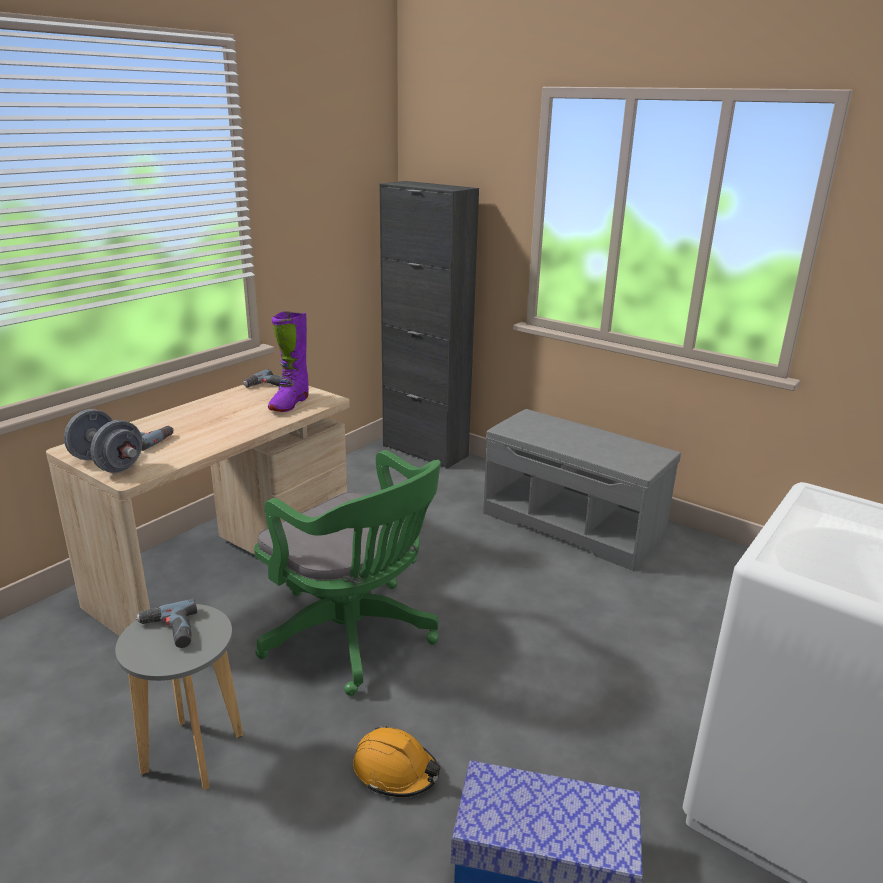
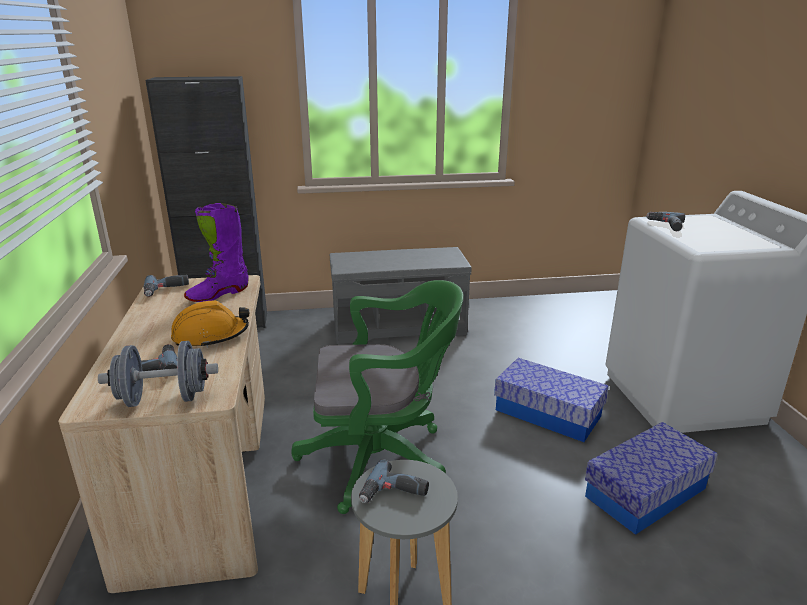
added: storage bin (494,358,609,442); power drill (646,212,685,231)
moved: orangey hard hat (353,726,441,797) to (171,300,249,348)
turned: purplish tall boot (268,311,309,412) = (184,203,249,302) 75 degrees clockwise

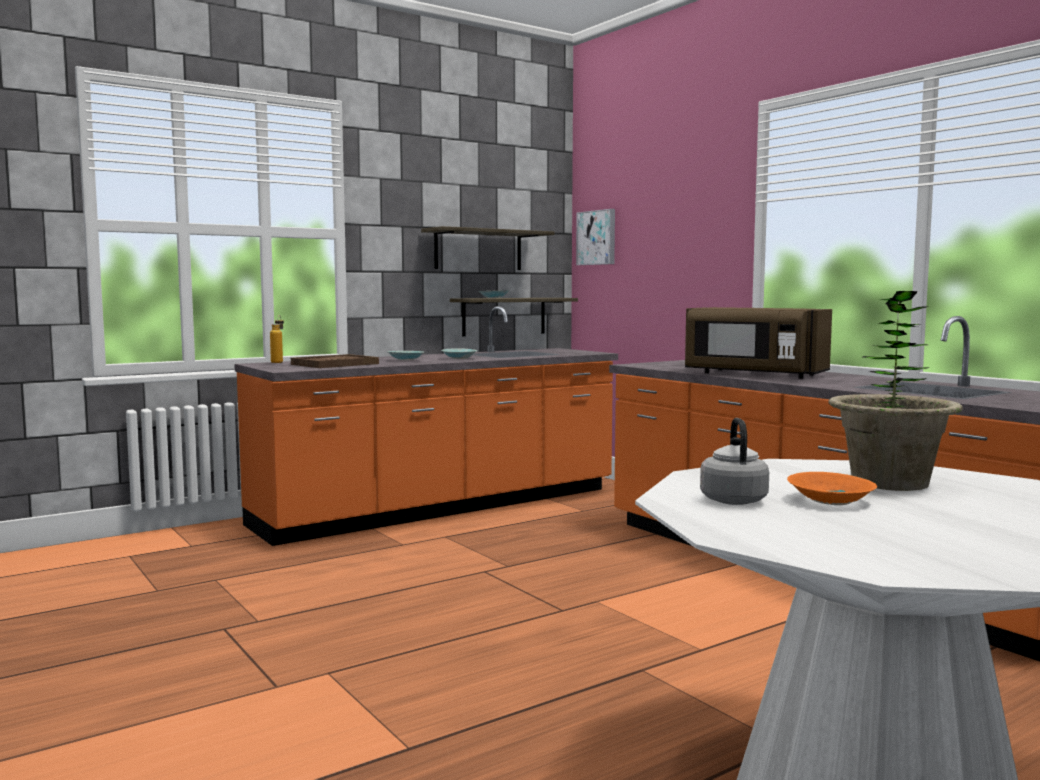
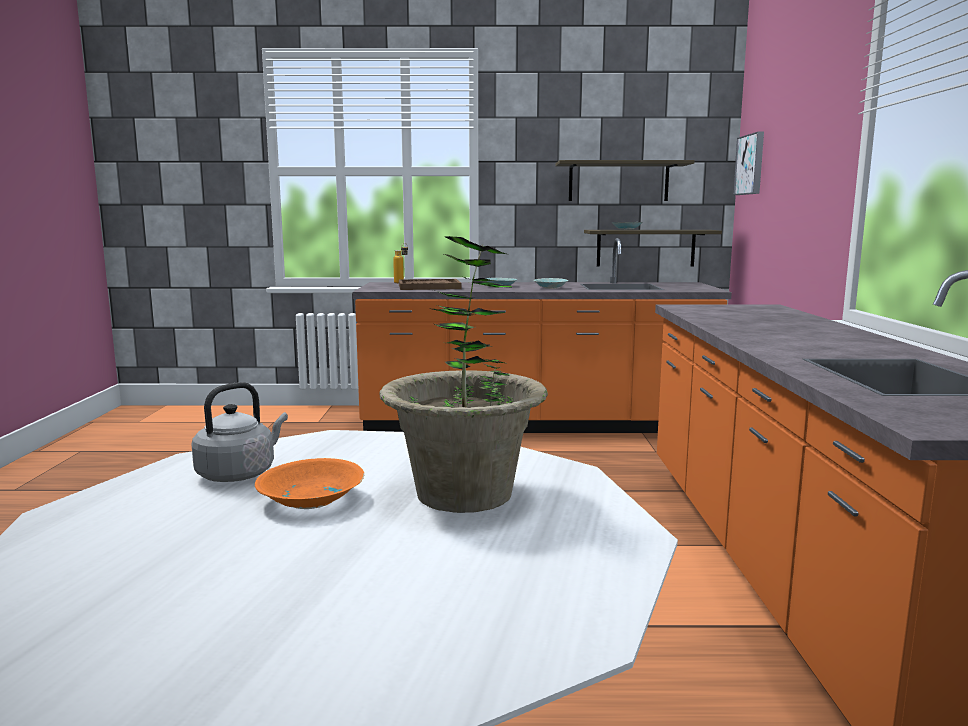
removed: brownish microwave (685,307,832,379)

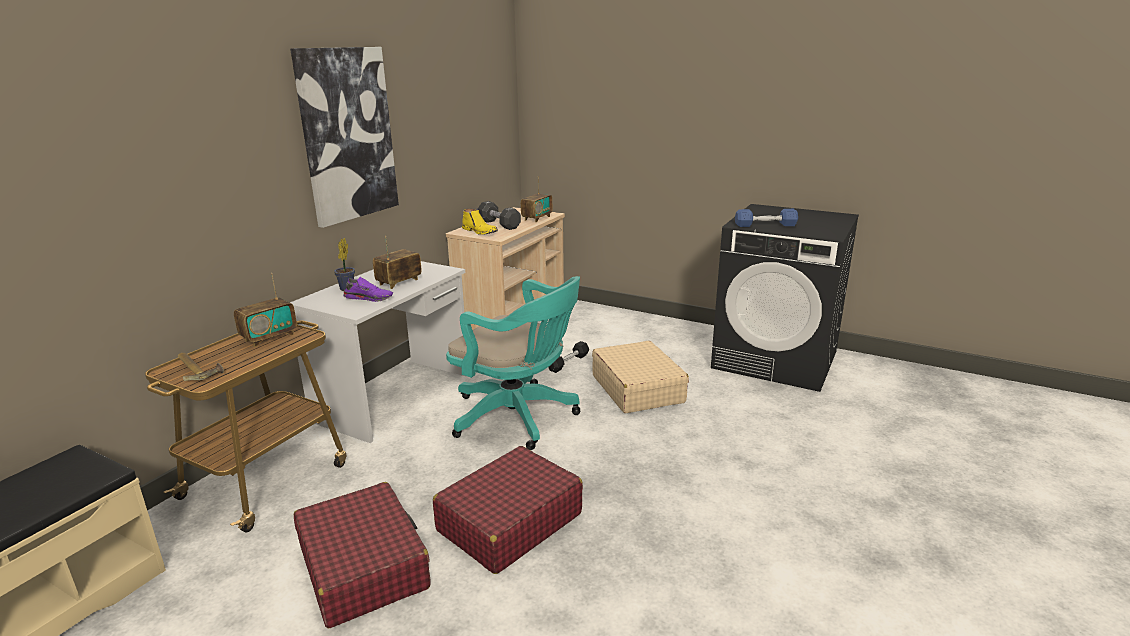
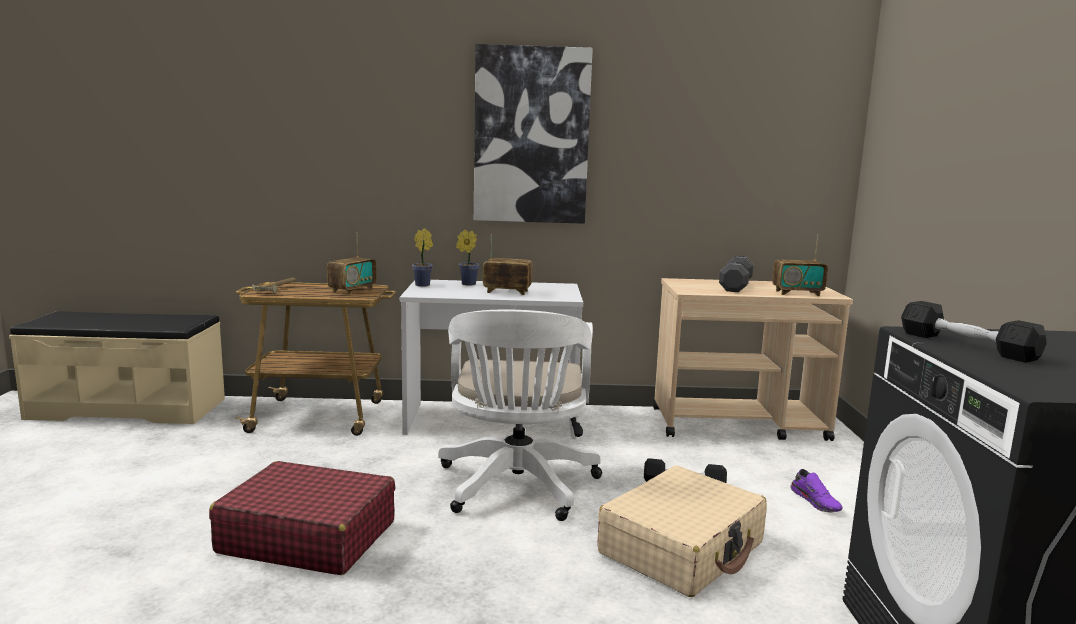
removed: red-coloured suitcase (294,482,430,628); yellowish tall boot (462,209,498,235)
added: potted plant (412,228,433,287)
moved: purplish low shoe (343,277,393,302) to (790,469,843,513)
recoloured: blue-green office chair (446,276,581,450) to white-coloured office chair (438,309,602,521); blue hand weight (735,209,798,227) to blackish hand weight (901,301,1047,363)
turned: radio receiver (234,273,297,347) = (327,232,377,295) 75 degrees counterclockwise

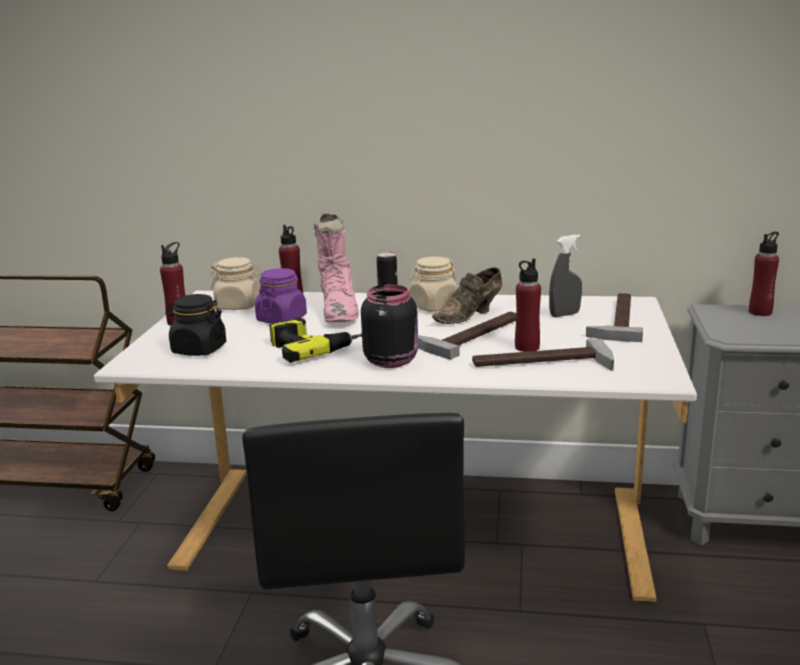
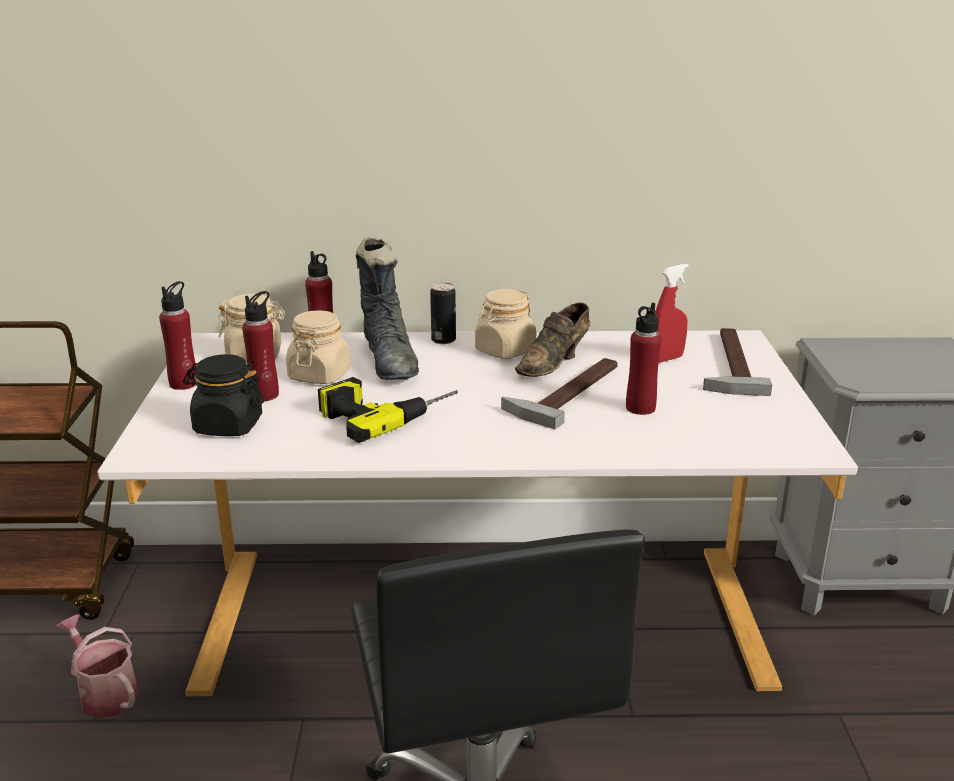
removed: blackish jar (361,284,418,368); hammer (472,339,614,371)
added: watering pot (56,614,139,718)
moved: red-coloured bottle (749,232,779,316) to (242,291,279,401)
recoloured: purplish jar (255,268,307,324) to sand-coloured jar (286,310,351,384); pink tall boot (314,213,359,322) to blackish tall boot (356,237,419,380); grey hand sprayer (549,235,582,317) to red-coloured hand sprayer (655,264,689,363)

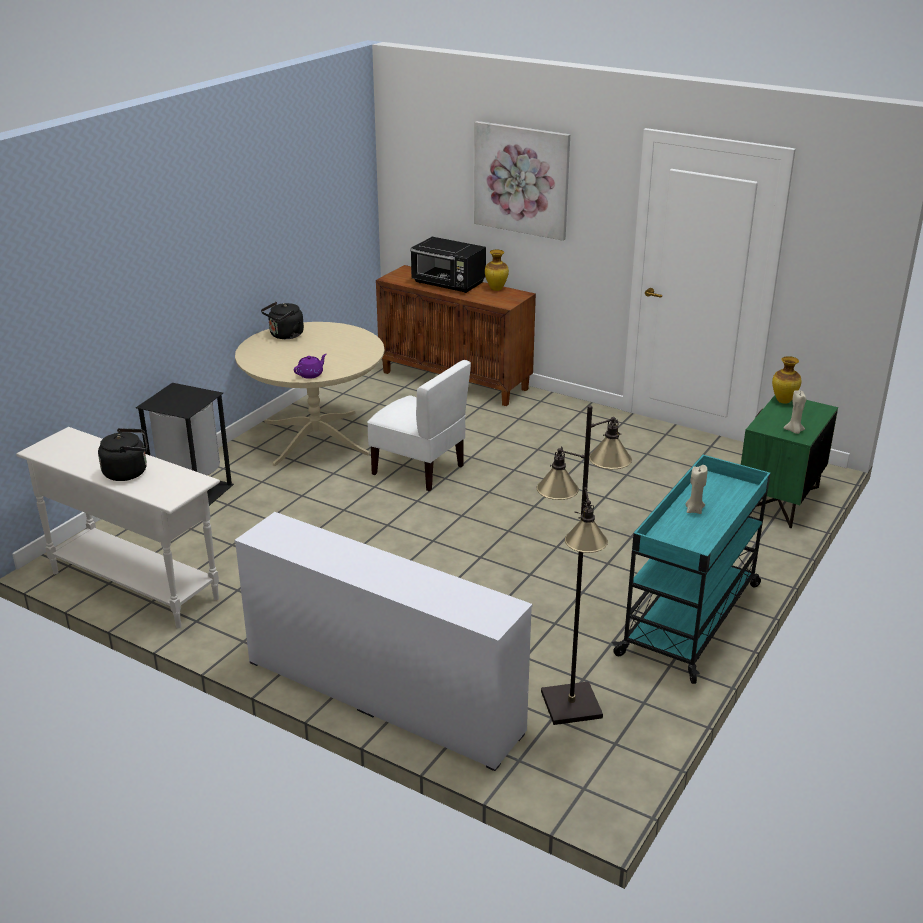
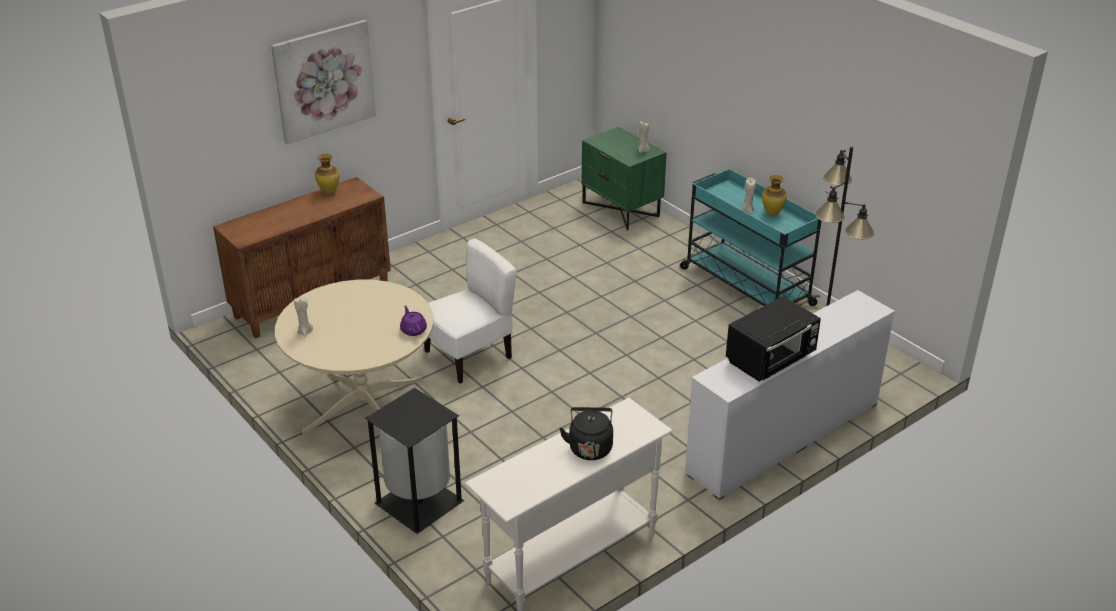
moved: blackish microwave (410,237,486,293) to (726,296,821,381); flower vase (772,356,802,404) to (762,175,787,216)
replaced: blackish water kettle (261,302,304,339) to sand-coloured wax light (294,297,313,337)

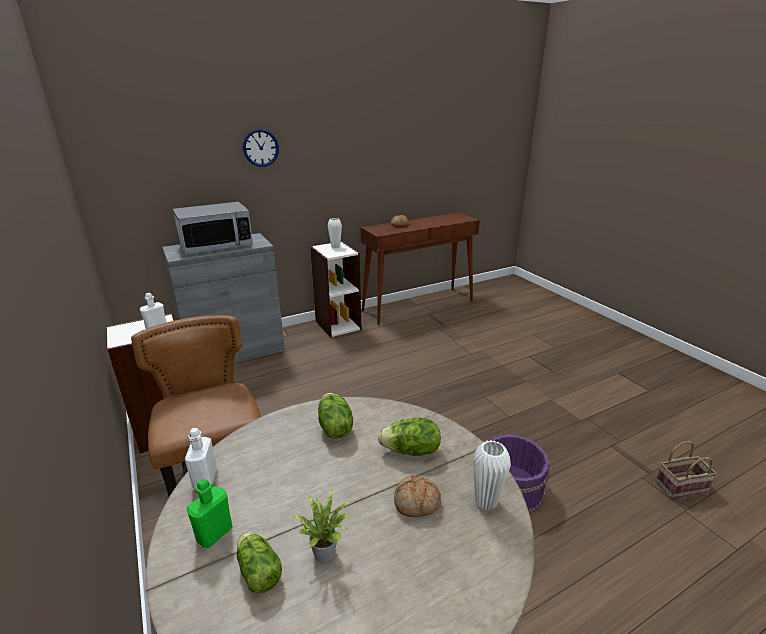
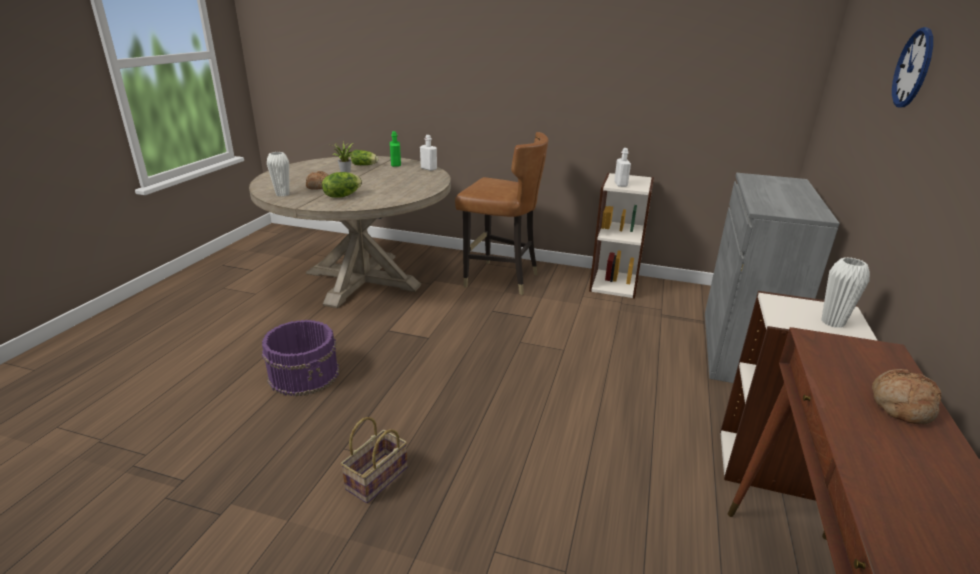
removed: microwave (173,202,253,255); lettuce head (318,393,353,439)
moved: storage basket (655,441,717,499) to (341,417,408,503)

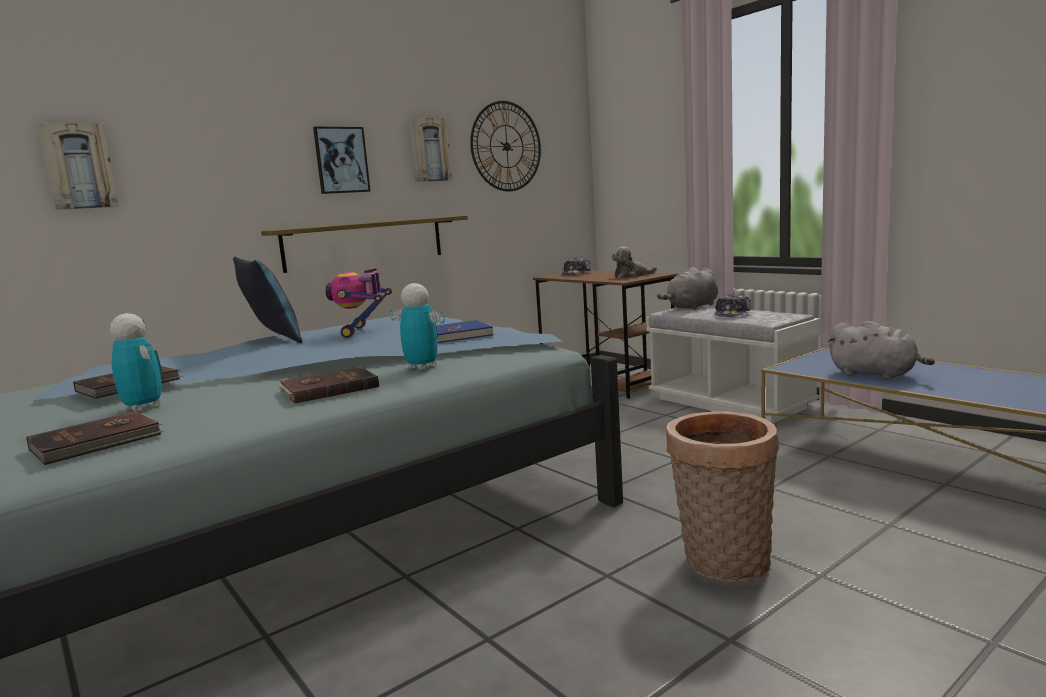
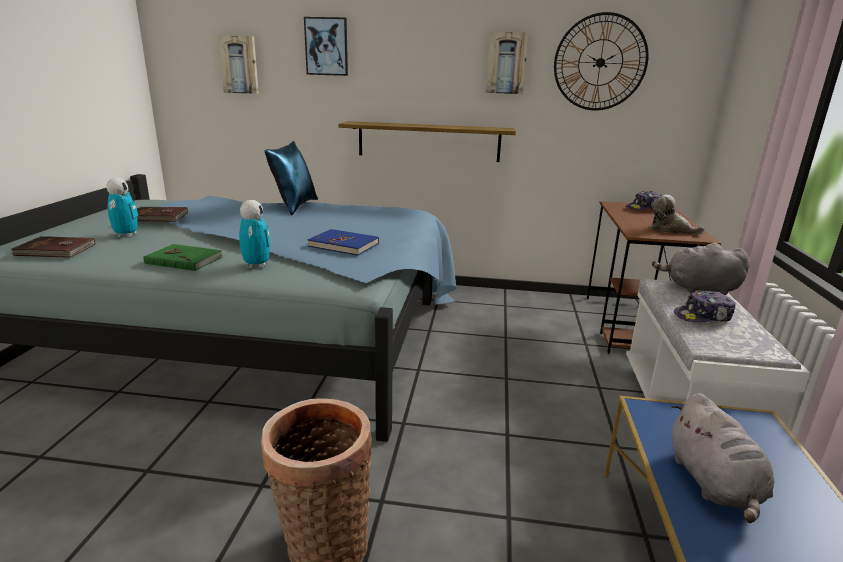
removed: robot figure (325,268,392,338)
moved: picture (313,126,370,194) to (304,17,348,76)
recoloured: brownish volume (277,367,379,404) to greenish volume (143,244,223,271)

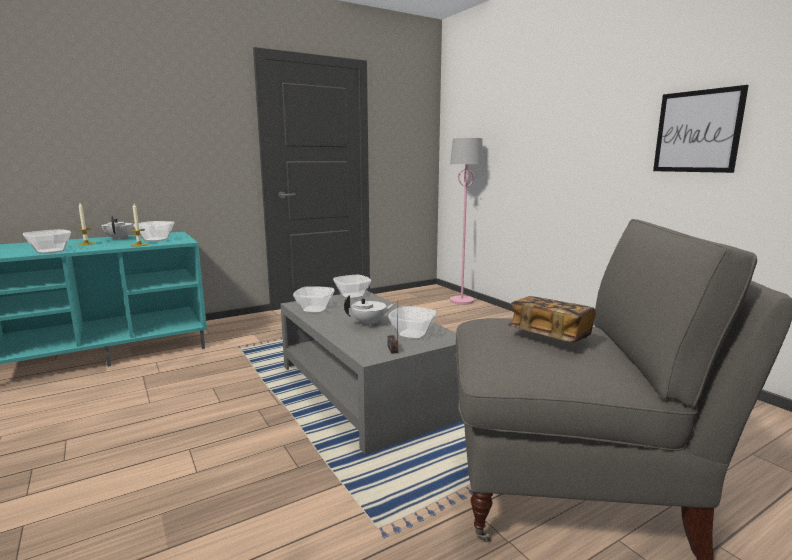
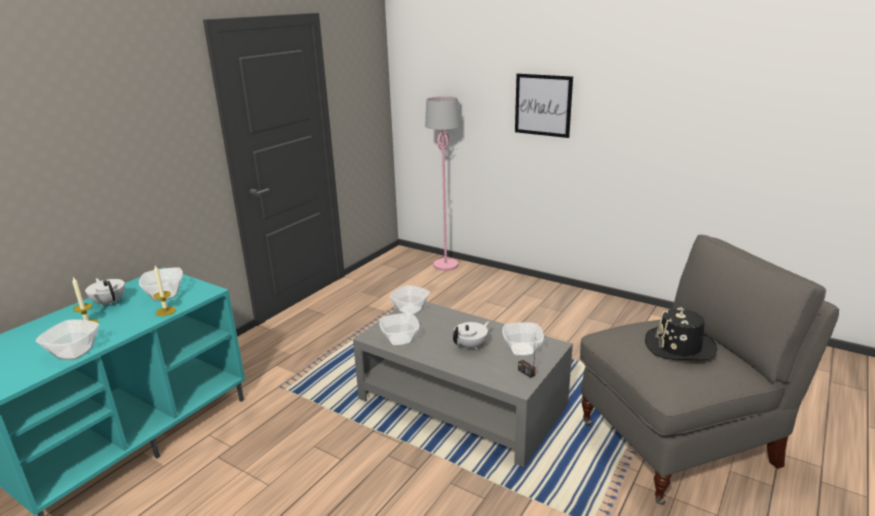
moved: picture (653,85,749,173) to (515,73,573,138)
replaced: volume (508,296,596,342) to blackish clothing hat (645,307,717,361)

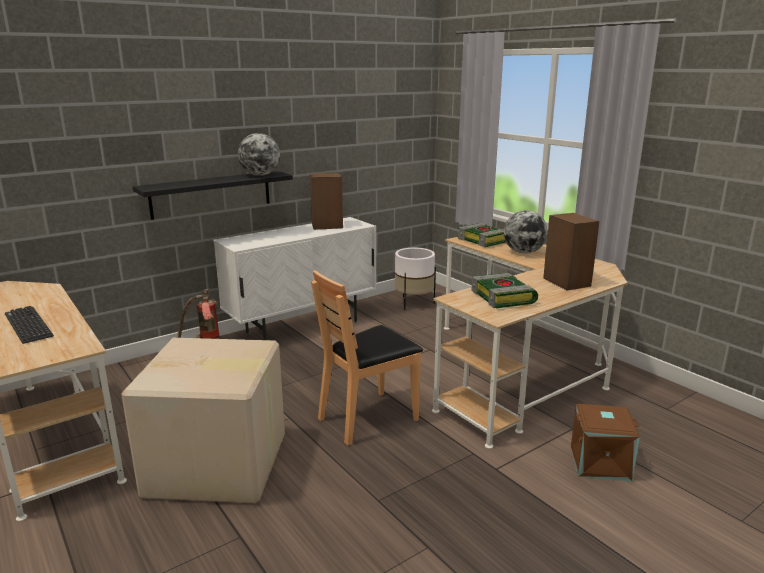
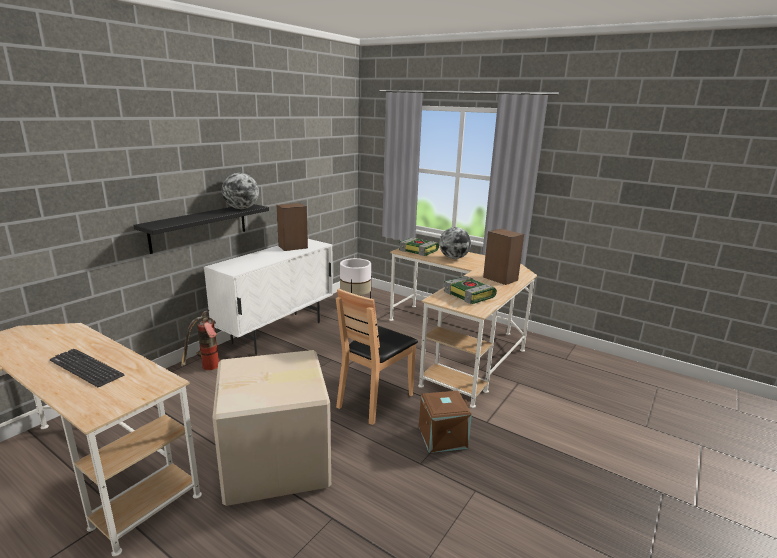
moved: brownish storage bin (571,404,640,482) to (419,391,472,453)

